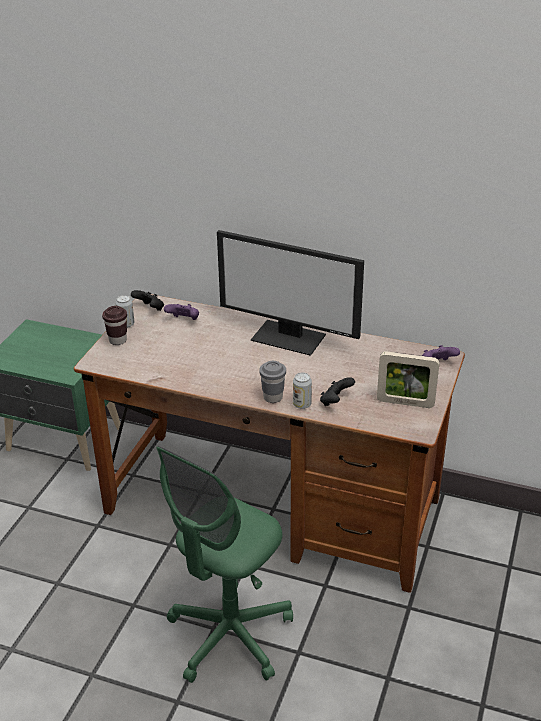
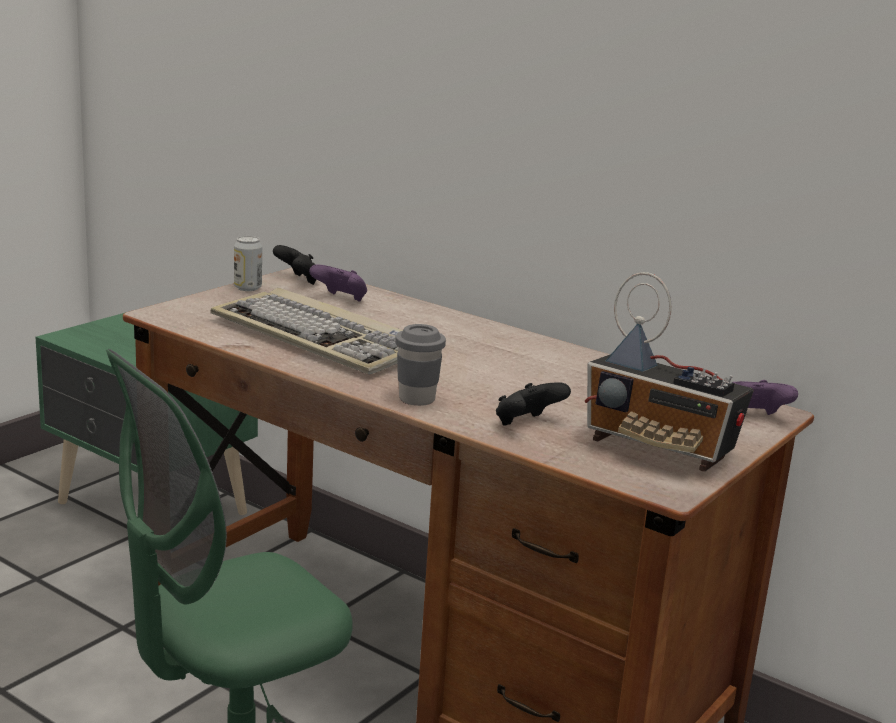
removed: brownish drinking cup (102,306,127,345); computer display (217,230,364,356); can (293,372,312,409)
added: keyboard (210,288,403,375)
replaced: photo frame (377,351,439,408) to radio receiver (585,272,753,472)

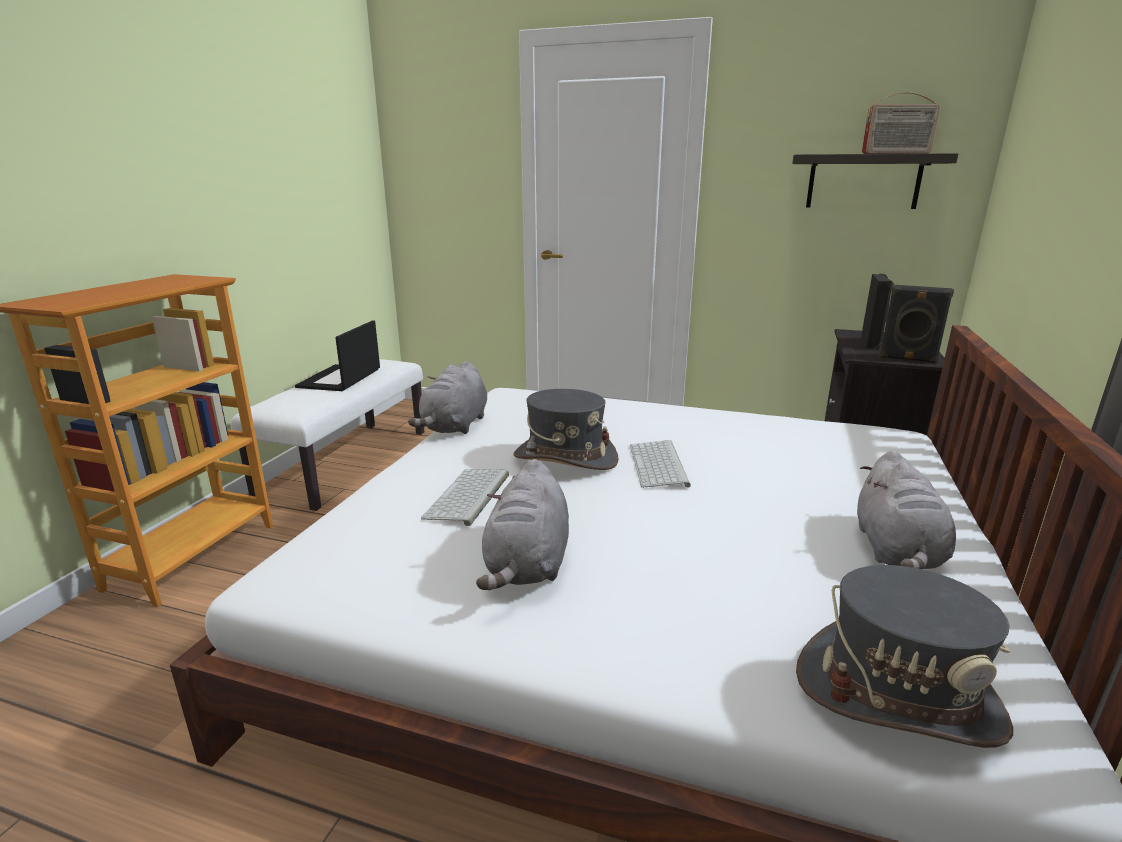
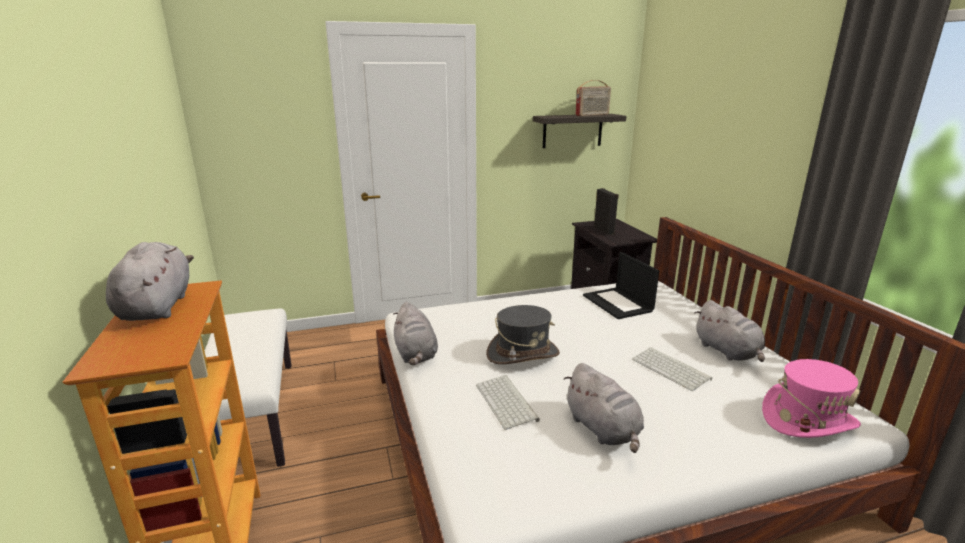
removed: blackish audio speaker (879,285,954,364)
added: grey plush toy (106,242,194,321)
moved: laptop (295,320,380,391) to (583,252,659,319); keyboard (630,440,691,488) to (632,347,712,391)
recoloured: grey clothing hat (796,565,1013,748) to pink clothing hat (762,359,861,438)

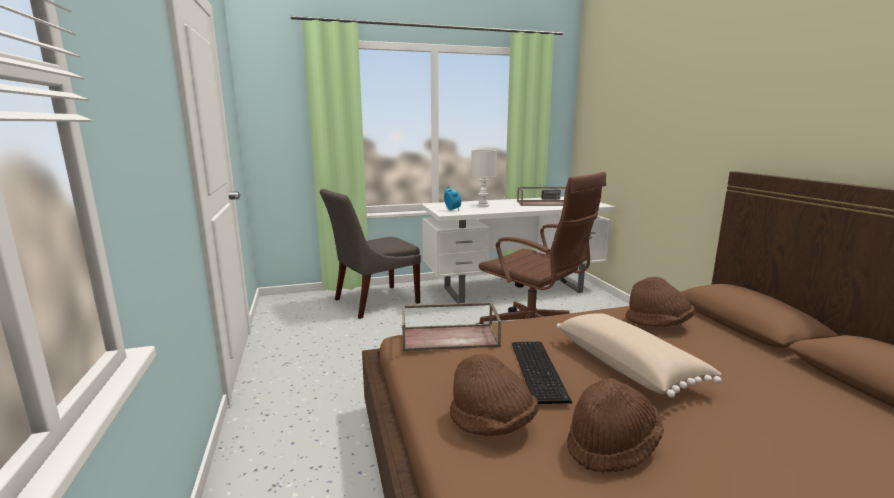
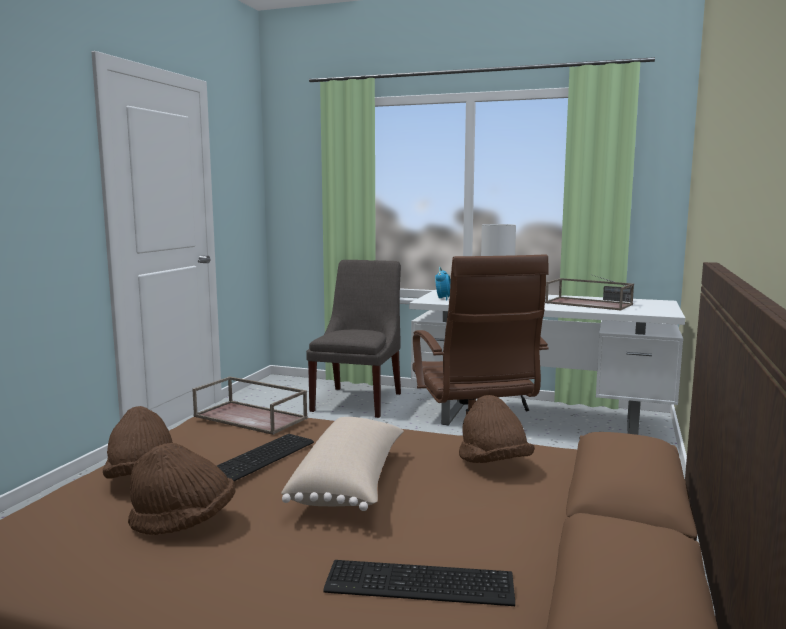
added: keyboard (323,560,515,606)
turned: grey chair (320,189,421,319) = (306,260,401,418) 105 degrees clockwise

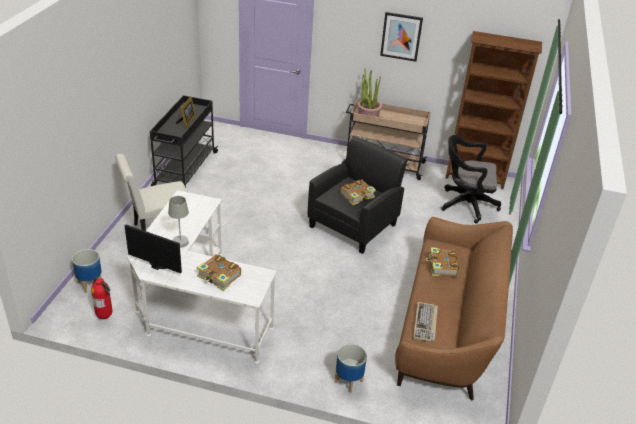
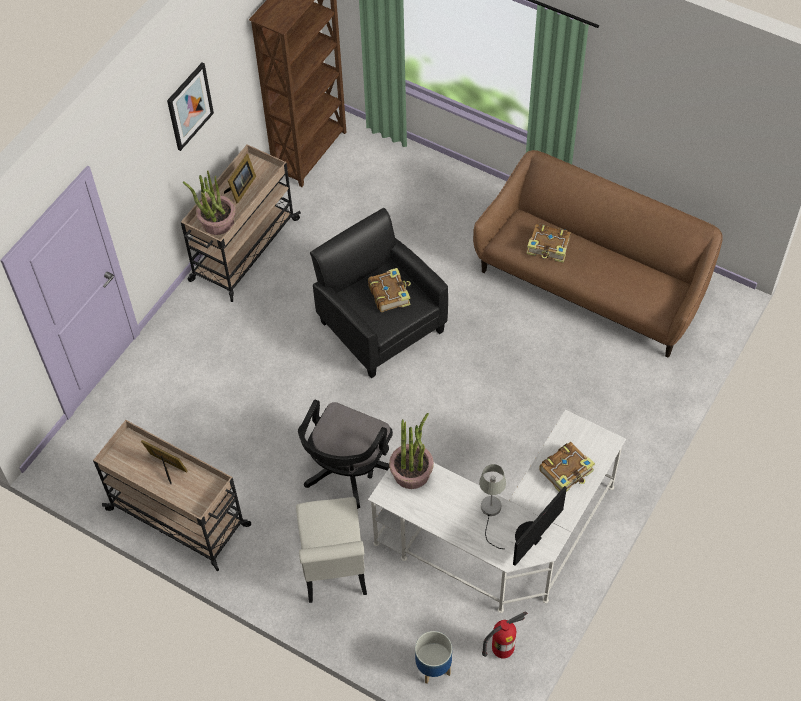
removed: plant pot (334,344,367,393); keyboard (413,302,438,342)
added: photo frame (224,154,256,204); potted plant (389,413,434,489)
moved: blackish office chair (441,135,501,223) to (298,399,393,510)
recoloured: blackish wheeled cart (150,95,219,187) to sand-coloured wheeled cart (93,420,251,571)

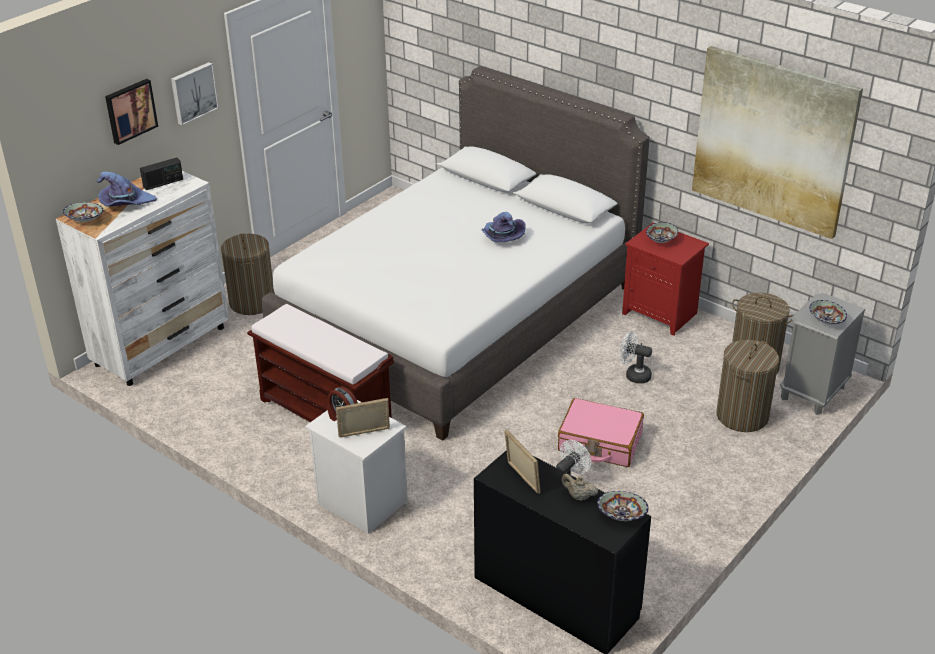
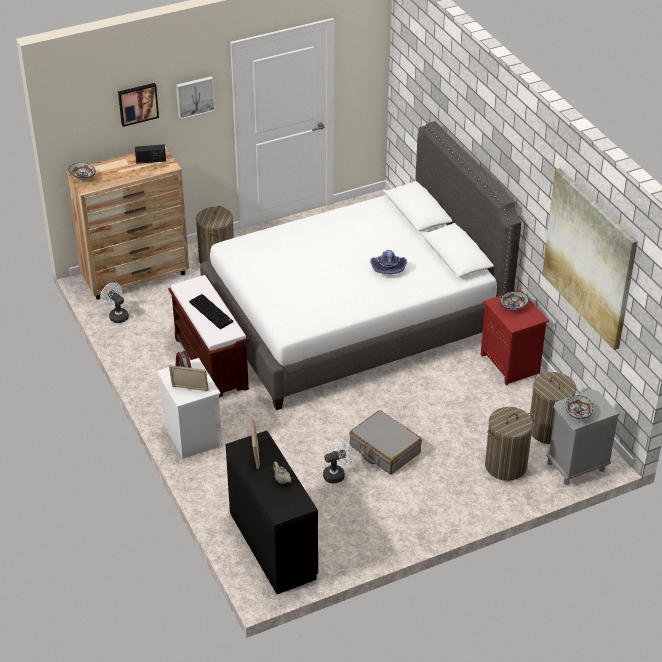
removed: purplish clothing hat (97,172,157,206); deep dish (597,491,649,521)
added: keyboard (189,294,233,329)
moved: white-coloured fan (620,331,652,384) to (100,282,129,323)
recoloured: white-coloured chest of drawers (56,171,229,386) to brownish chest of drawers (66,147,189,300); pink suitcase (558,398,644,467) to grey suitcase (349,410,422,474)

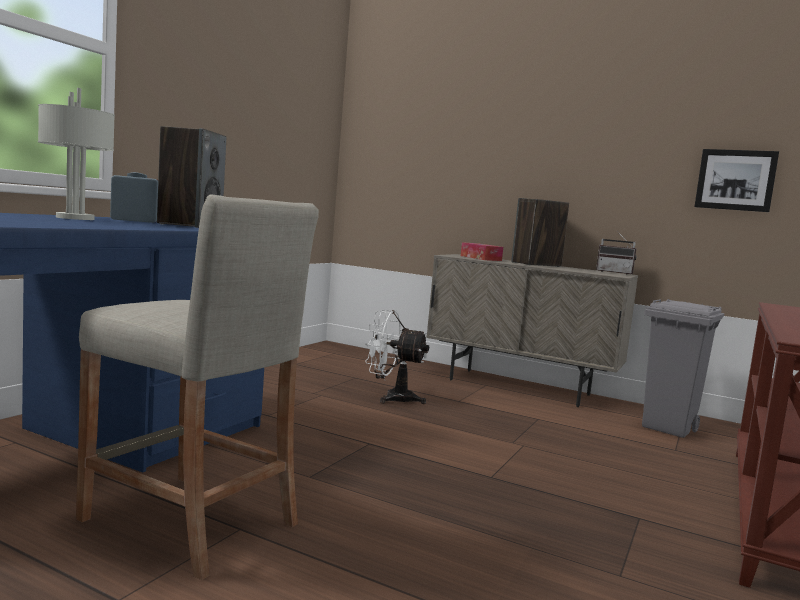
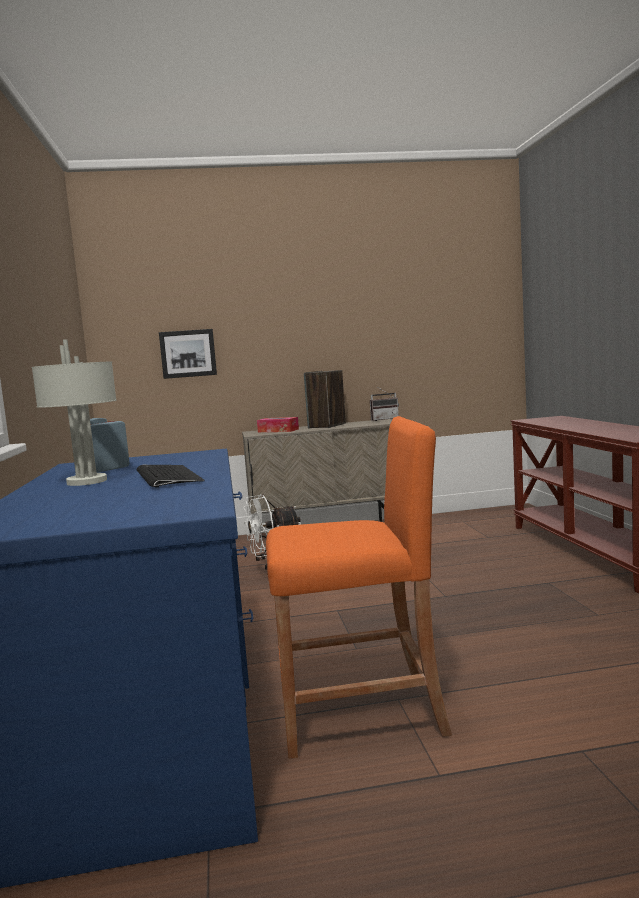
removed: audio speaker (157,126,226,228); grey waste bin (642,299,724,438)
added: keyboard (137,465,204,487)
moved: picture (694,149,779,212) to (159,329,217,379)
recoloured: sand-coloured sitting stool (76,194,319,580) to orangey sitting stool (266,416,452,759)

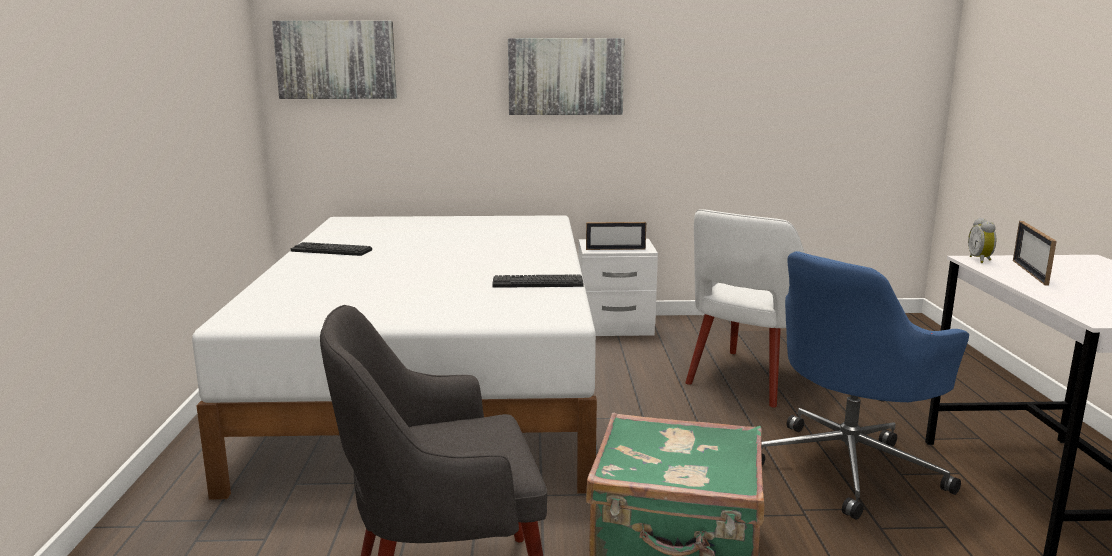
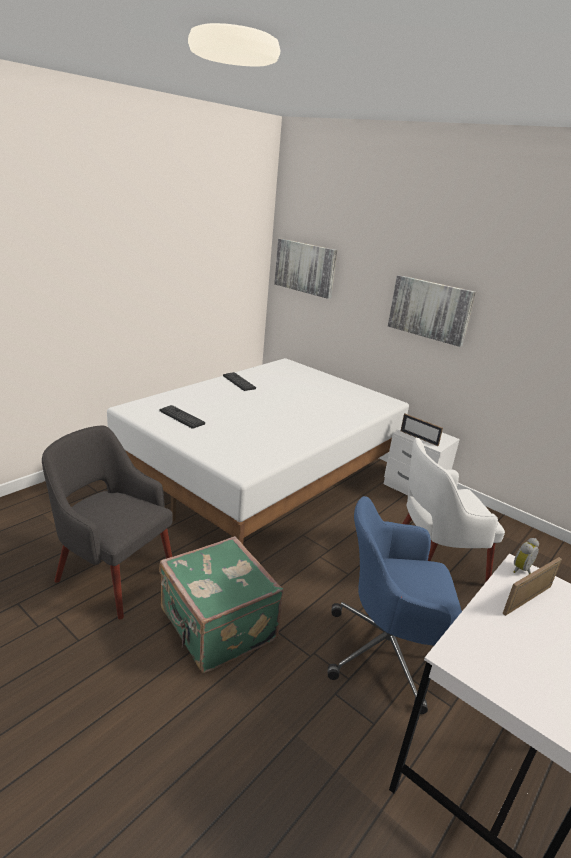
moved: keyboard (492,274,584,288) to (160,405,205,429)

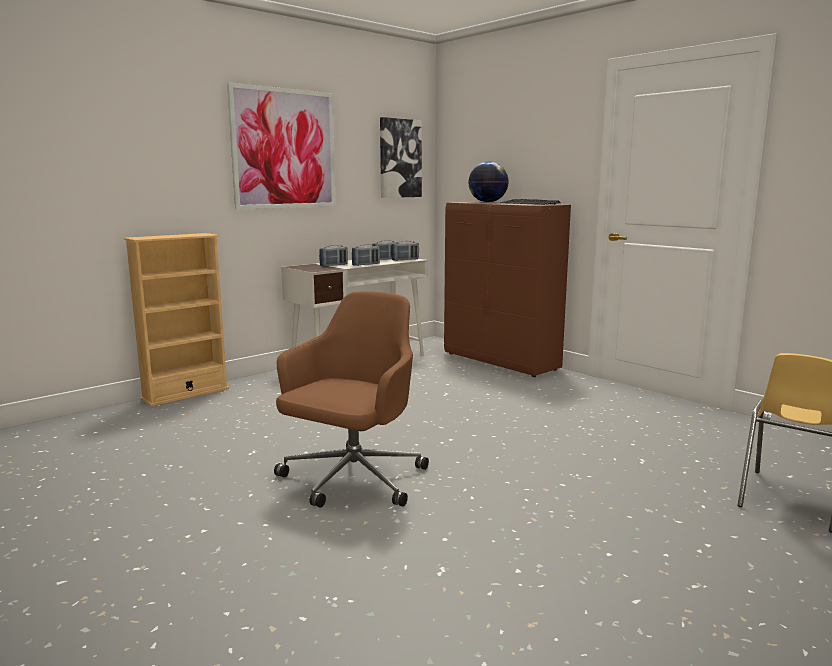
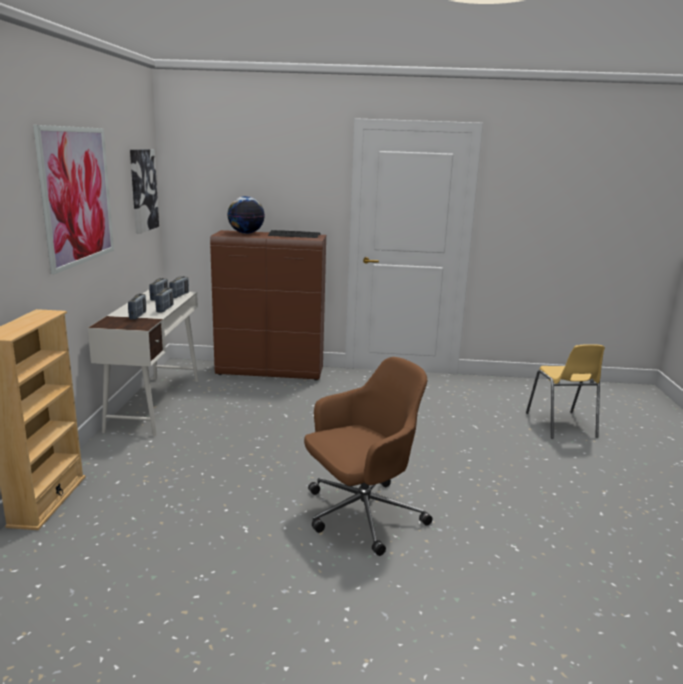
turned: brownish office chair (274,291,429,508) = (304,357,432,556) 75 degrees clockwise

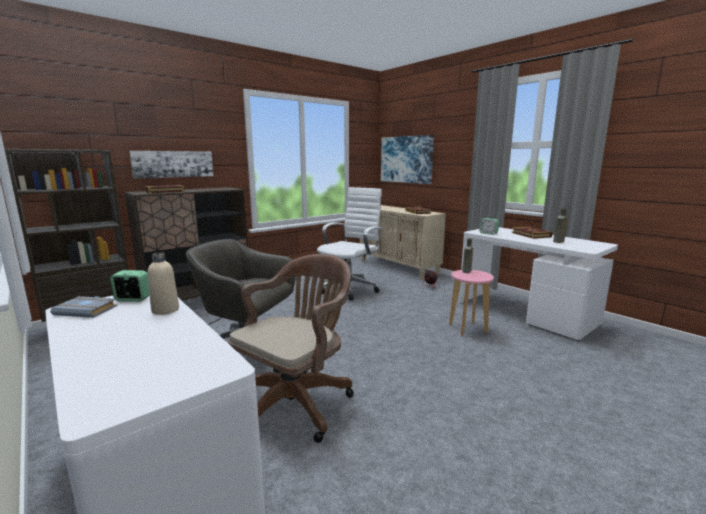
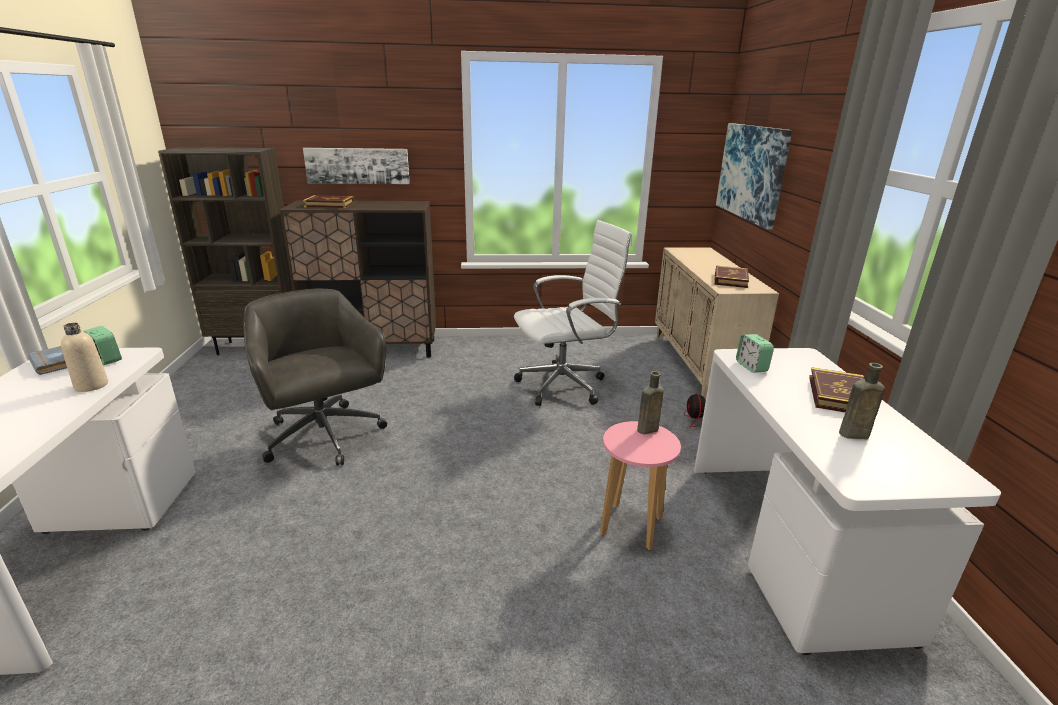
removed: brownish office chair (228,254,354,443)

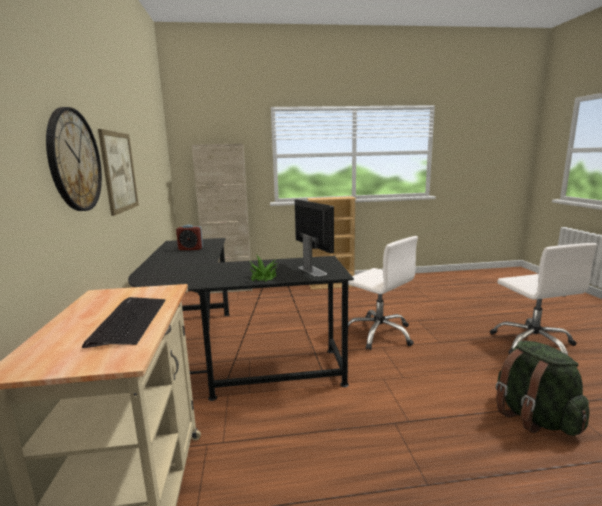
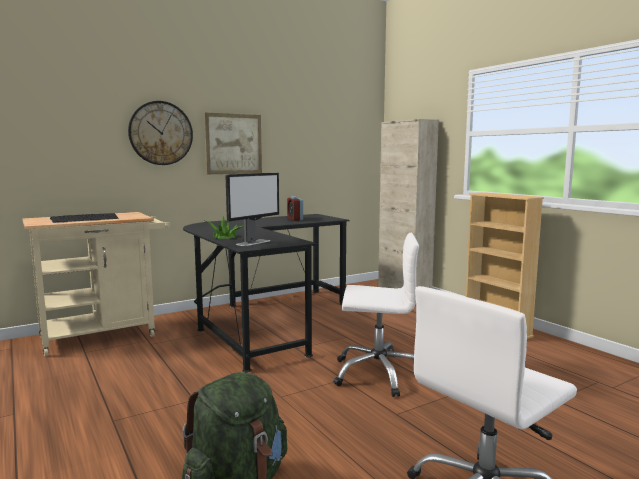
turned: white-coloured office chair (348,236,418,350) = (333,233,419,397) 105 degrees counterclockwise

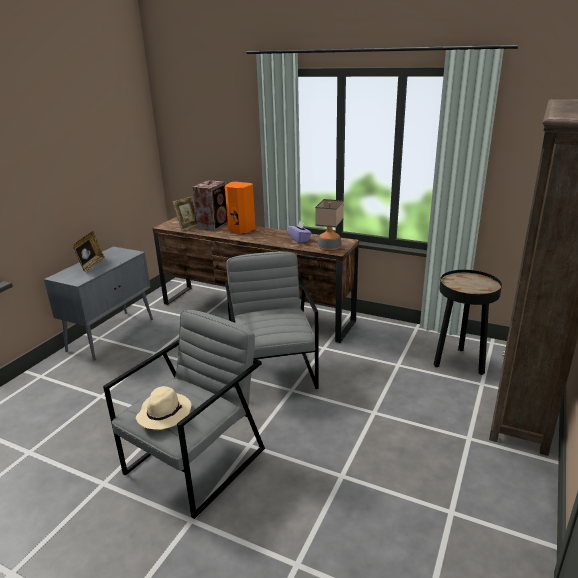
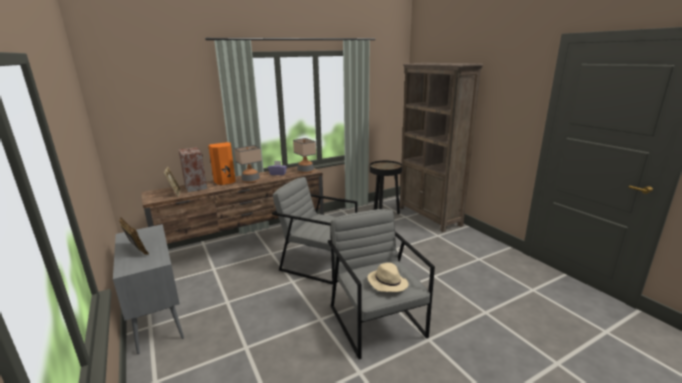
added: table lamp (234,145,262,183)

